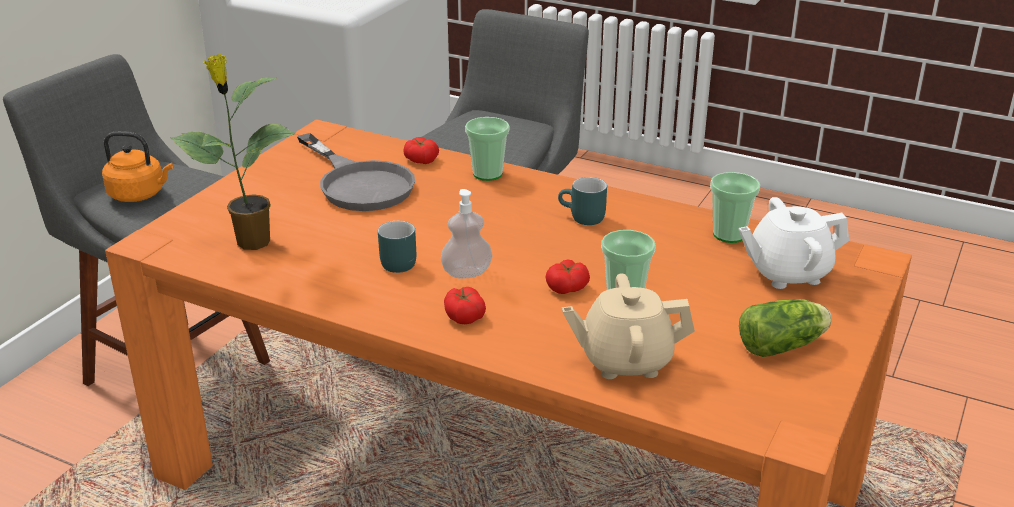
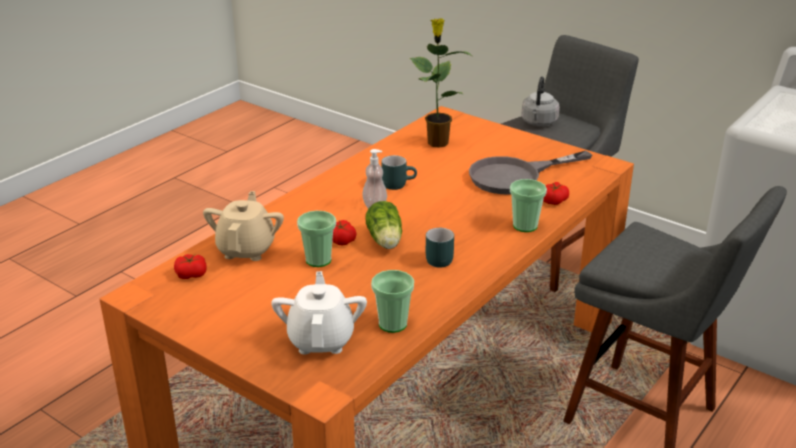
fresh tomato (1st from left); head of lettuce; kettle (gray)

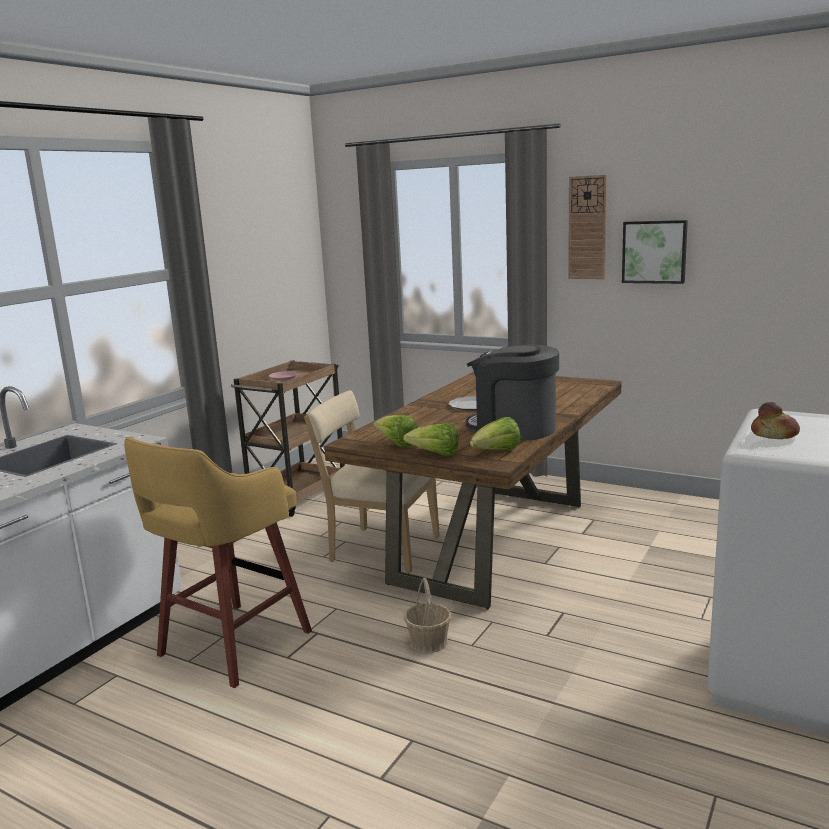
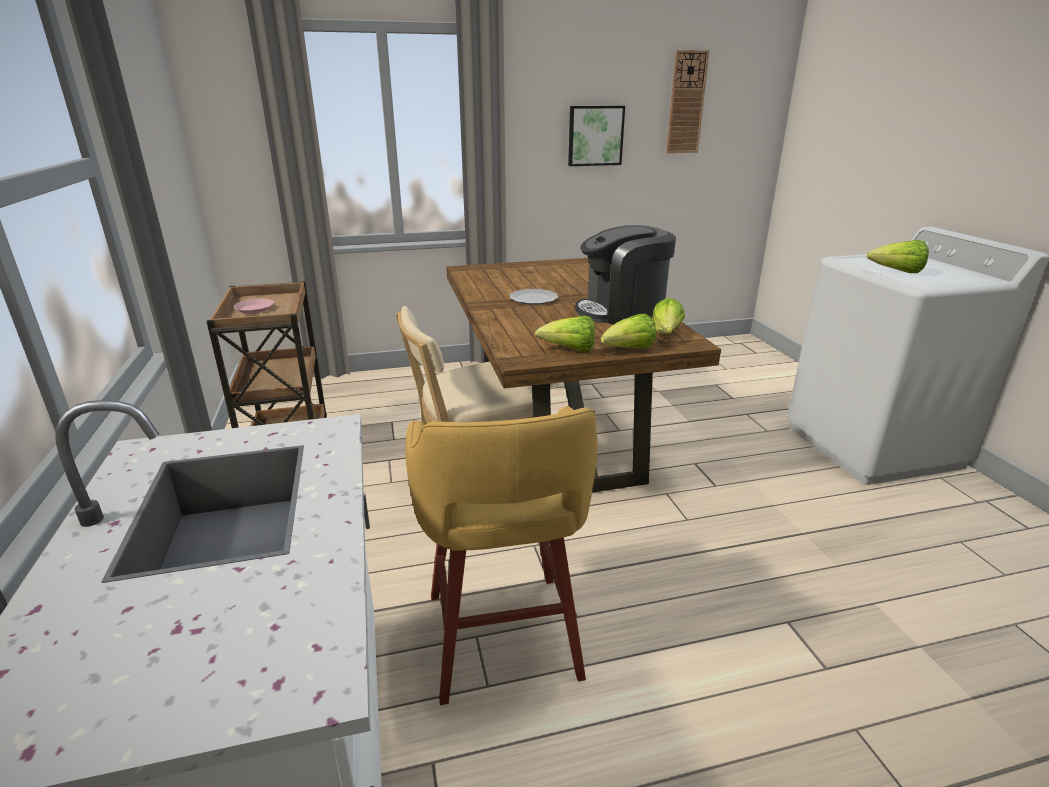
clock on the wall; head of lettuce (4th from left); basket

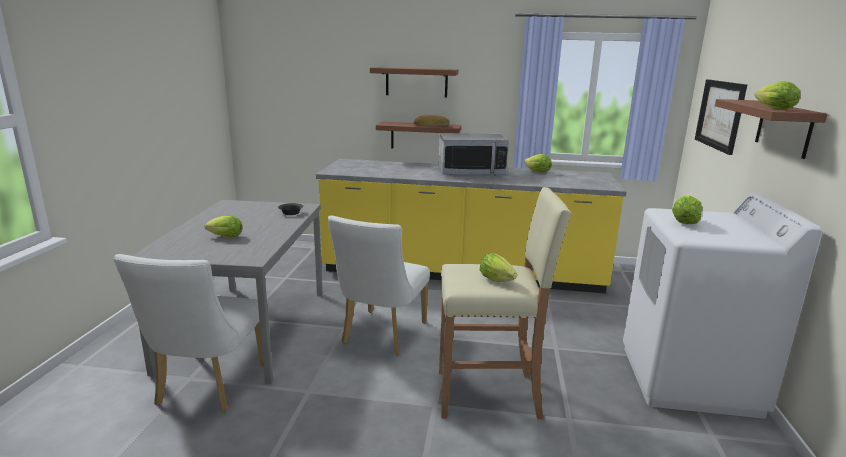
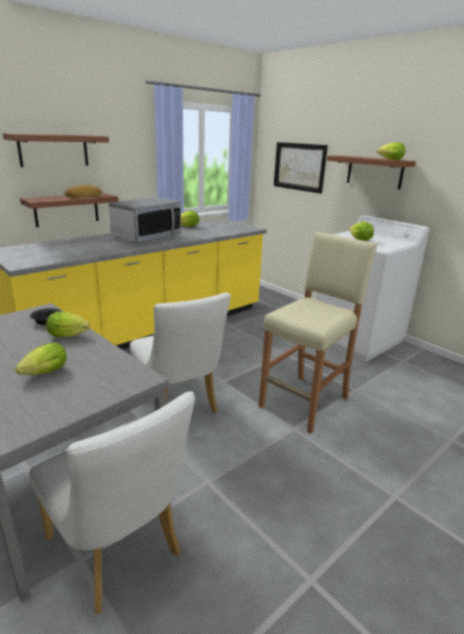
head of lettuce (2nd from left)

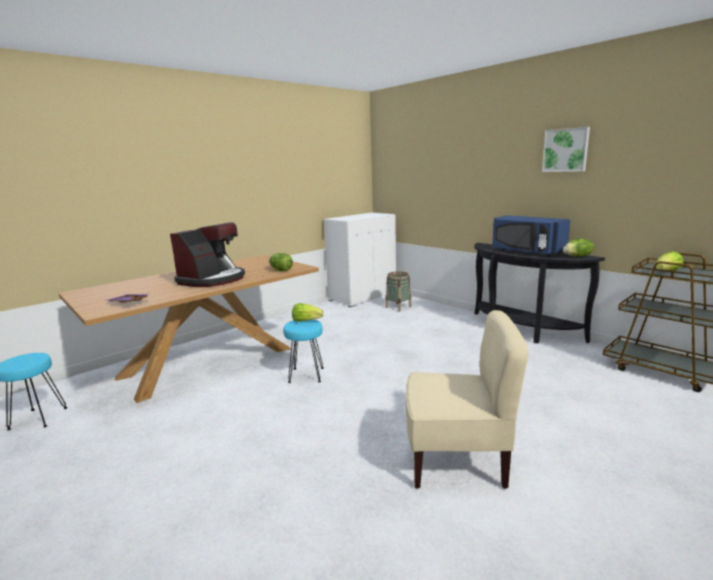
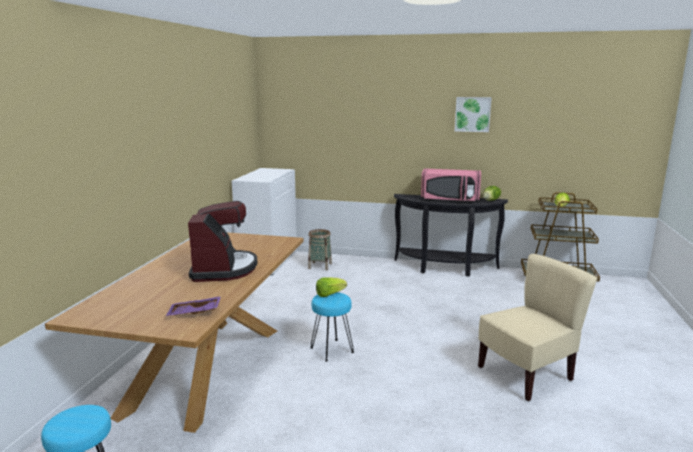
kitchen microwave (pinkish); head of lettuce (1st from left in the first image)

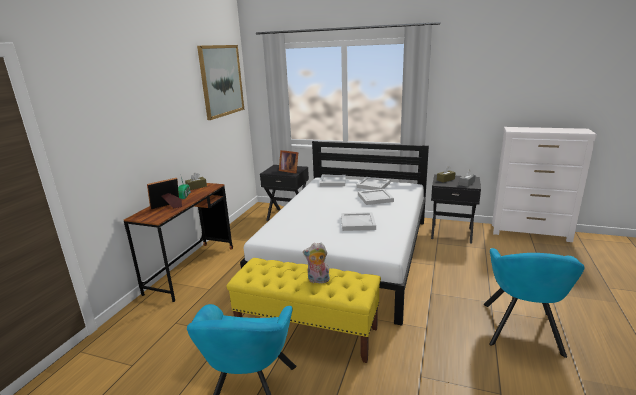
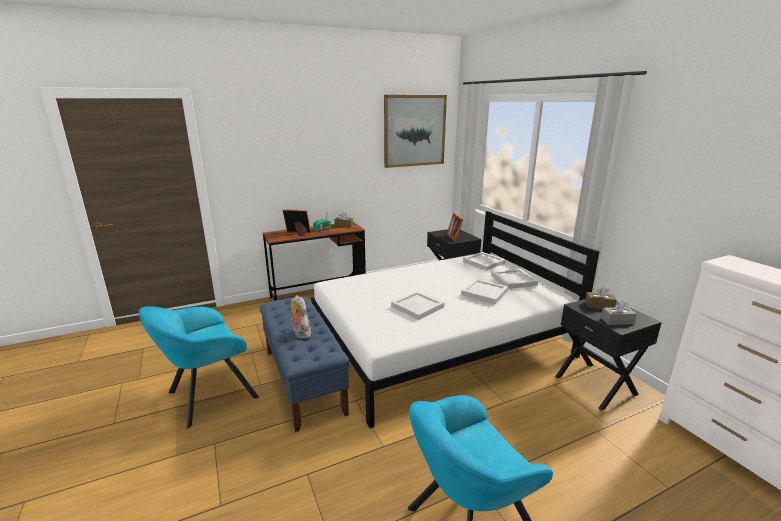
long seat (blue-coloured)

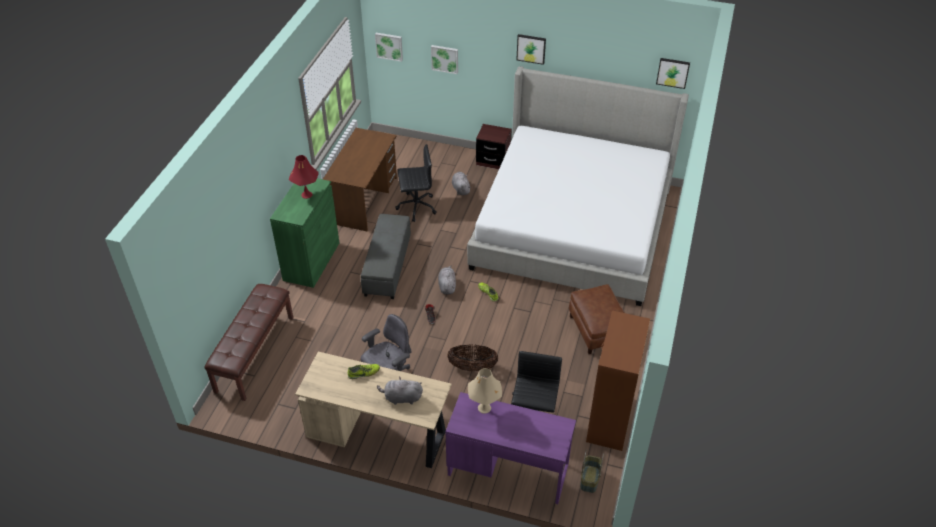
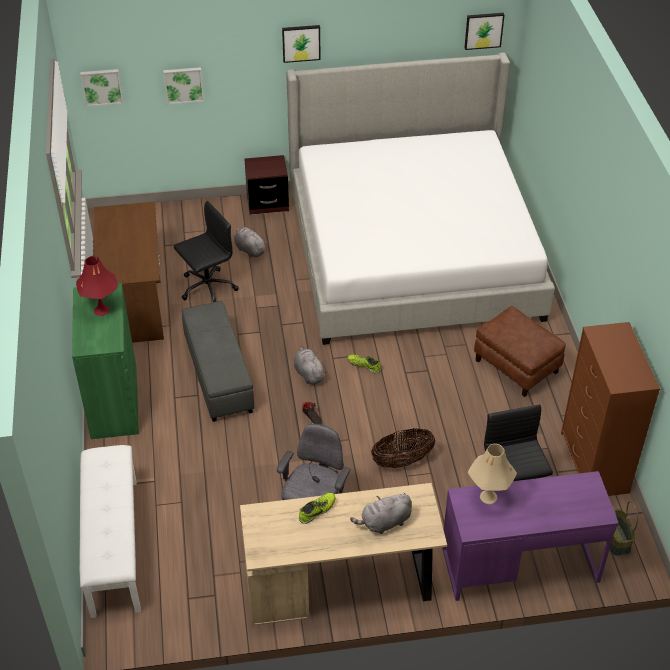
long seat (white)

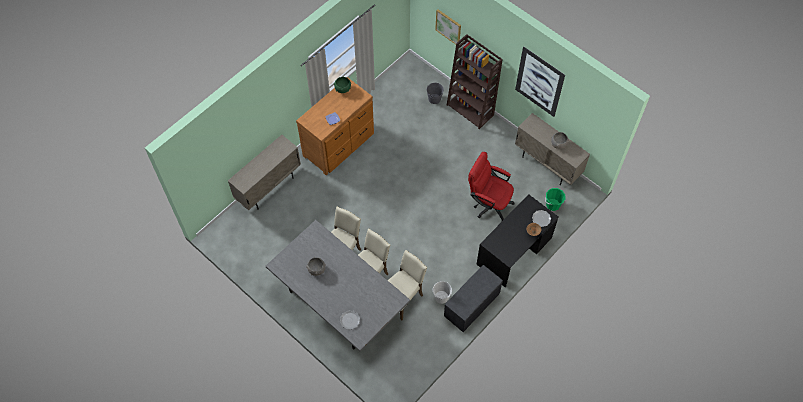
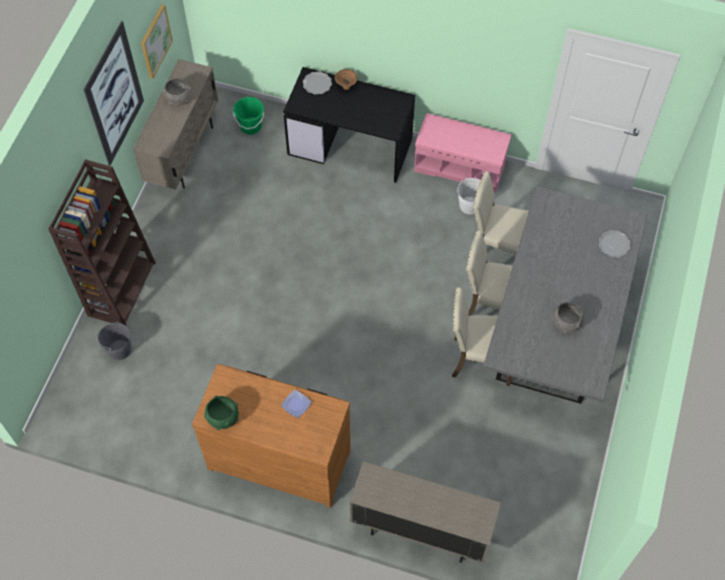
wall picture (2nd from left); long seat (pinkish); office chair (reddish)

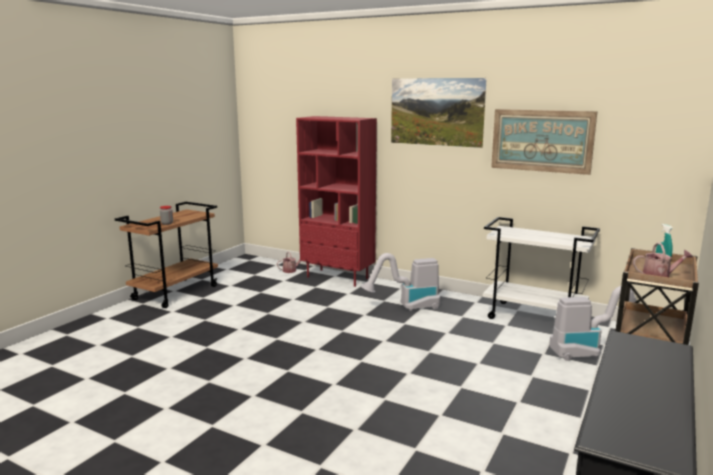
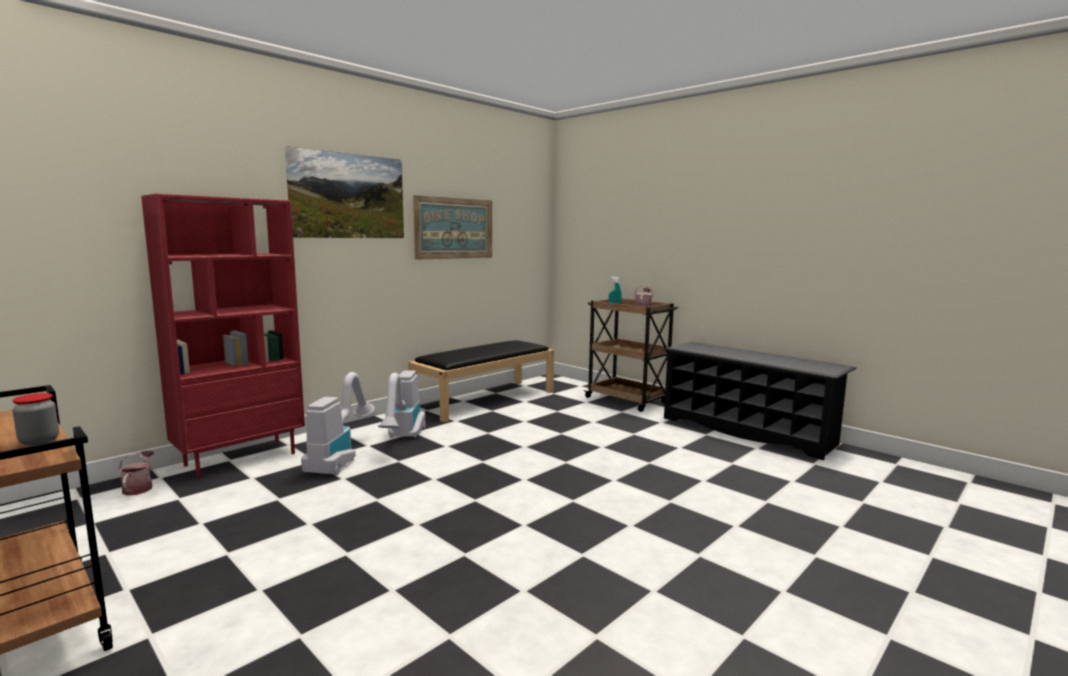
vacuum (1st from left); long seat (black-coloured)

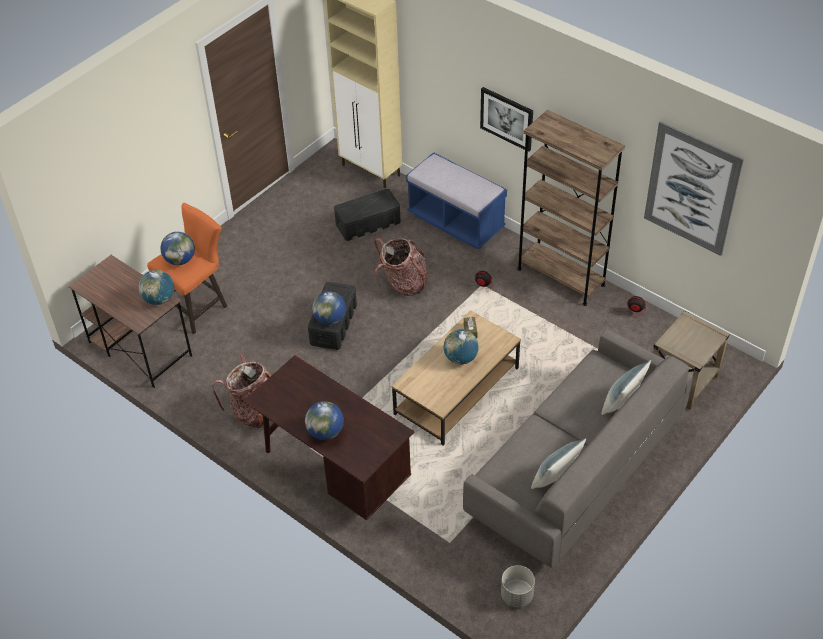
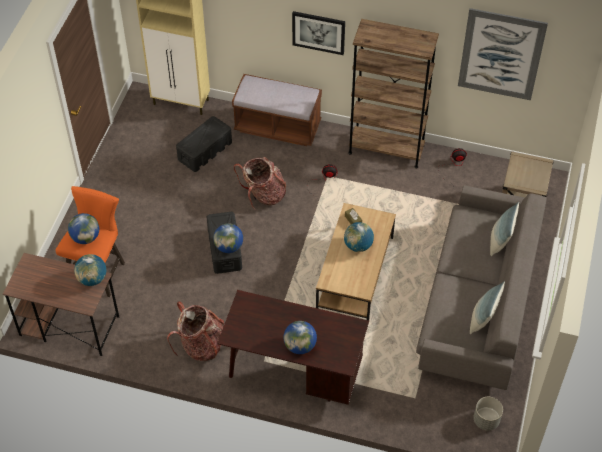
long seat (brown)

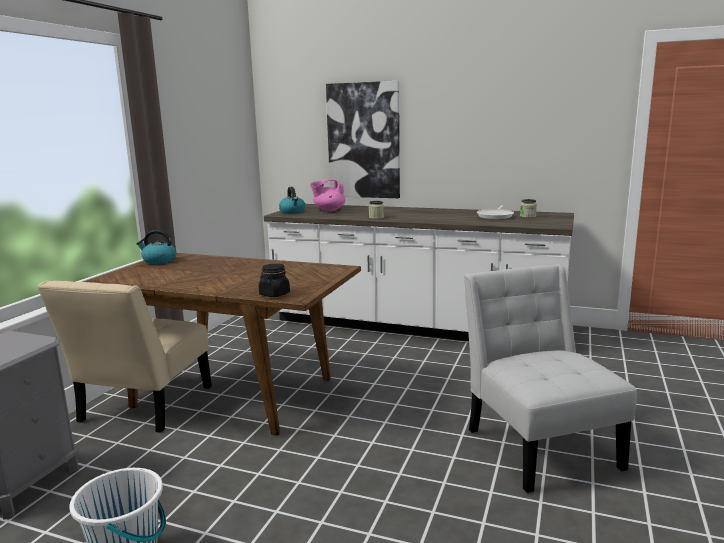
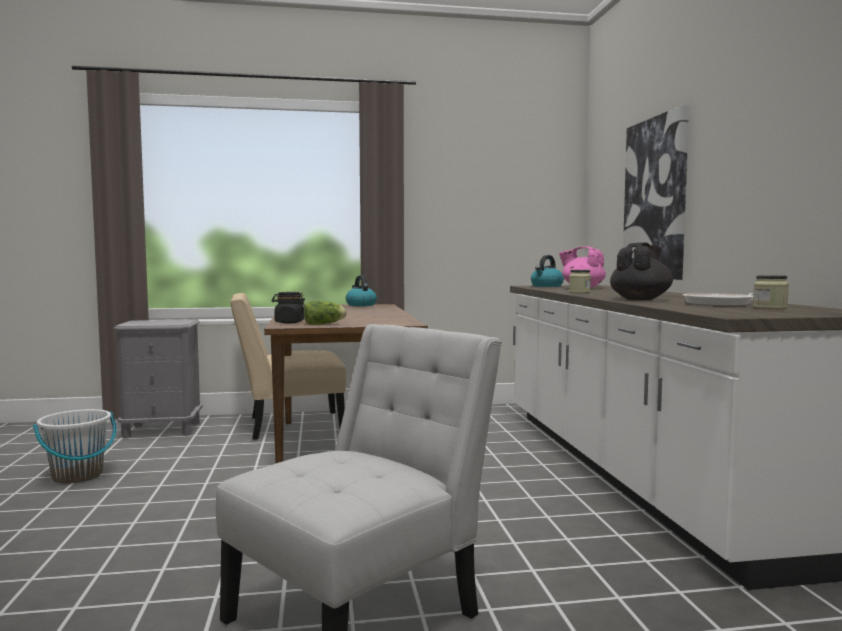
head of lettuce; teapot (black-coloured)

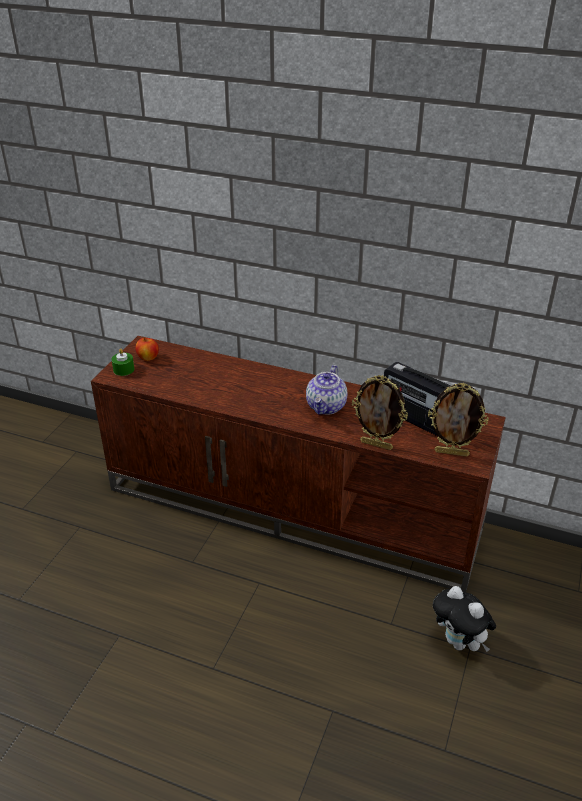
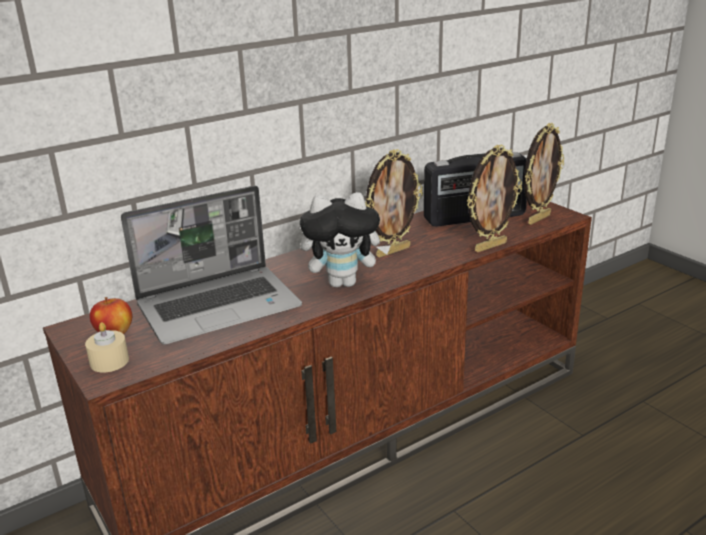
wax light (beige); portable computer; plush toy; standing frame (1st from left)

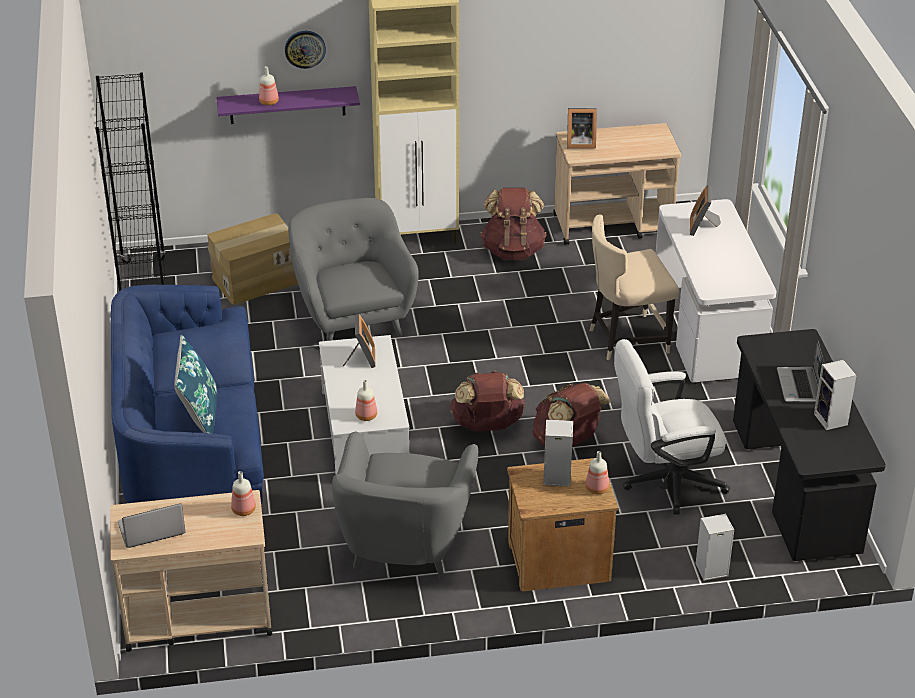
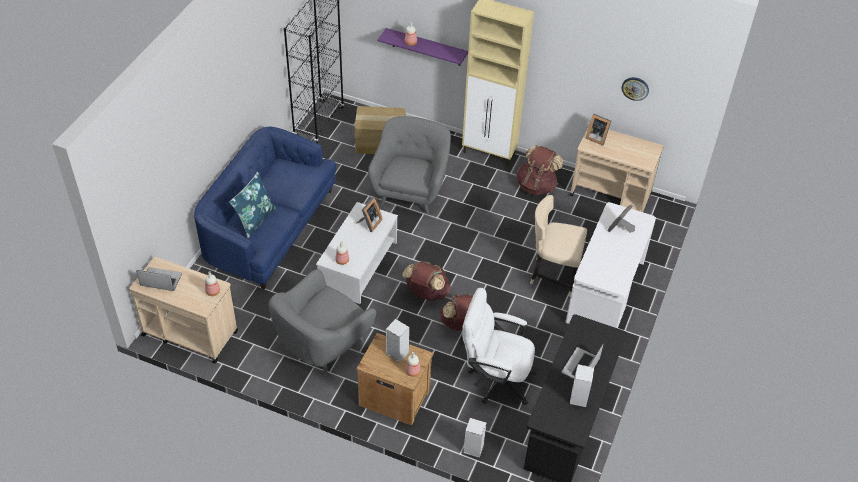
clock on the wall

